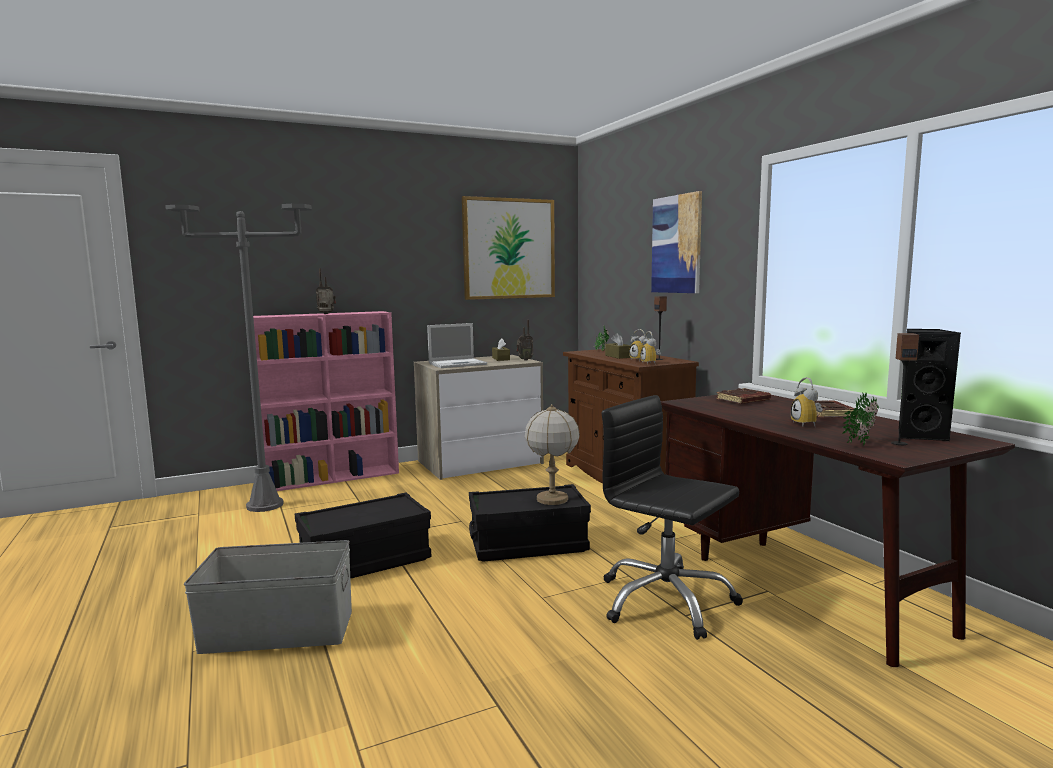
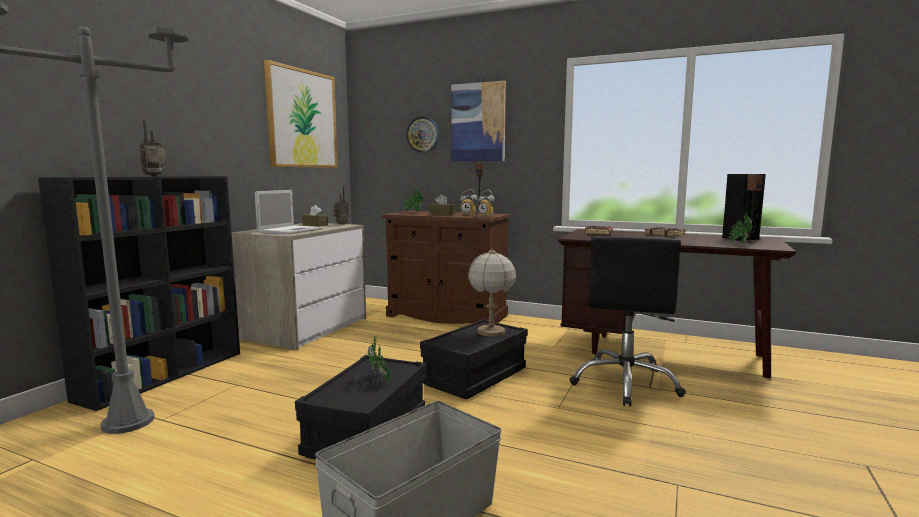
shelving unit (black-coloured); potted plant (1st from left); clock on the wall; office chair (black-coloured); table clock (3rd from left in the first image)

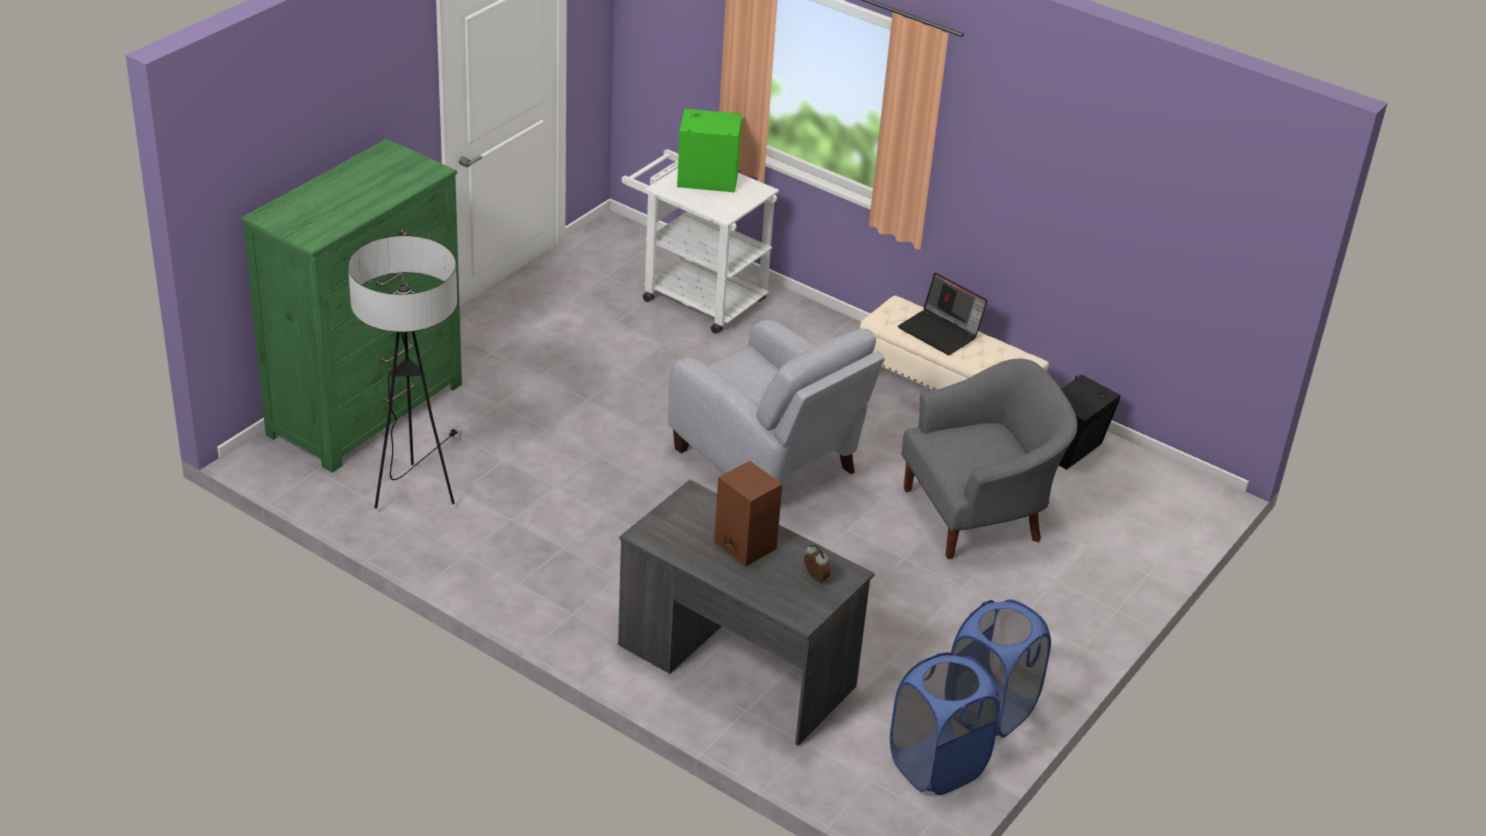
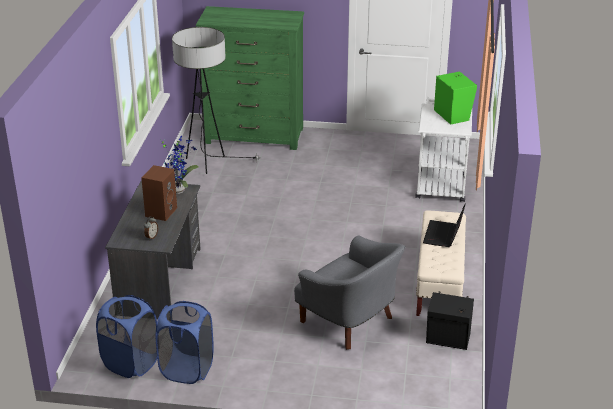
potted plant; lounge chair (gray) (1st from left in the first image)

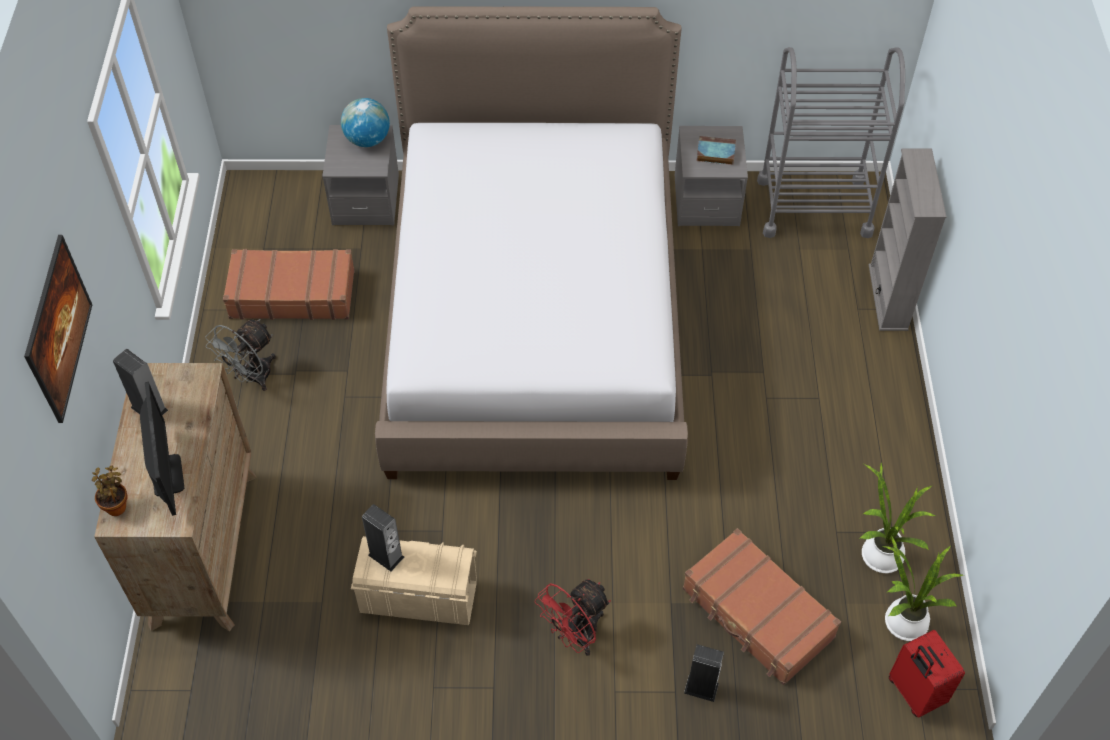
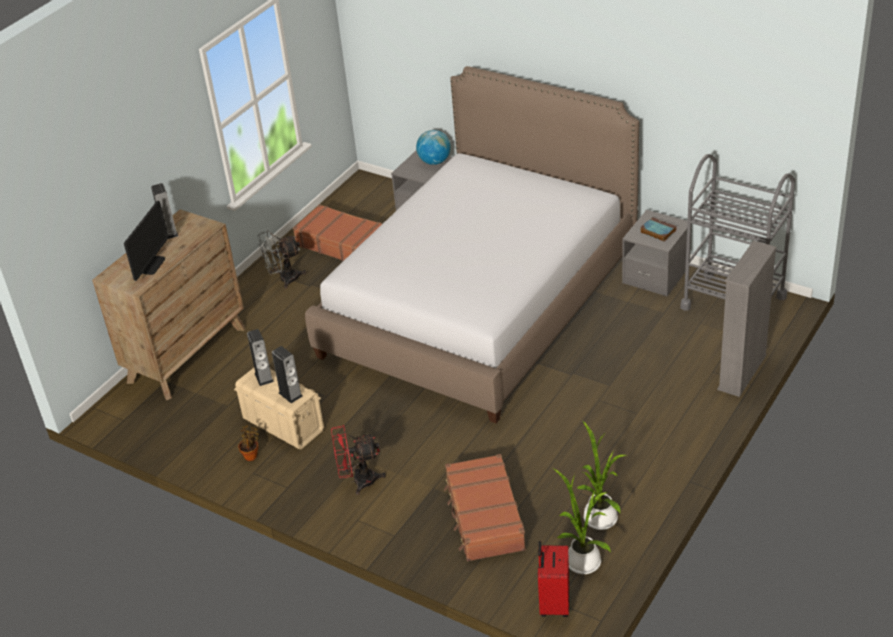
potted plant (1st from left); speaker (3rd from left); wall picture

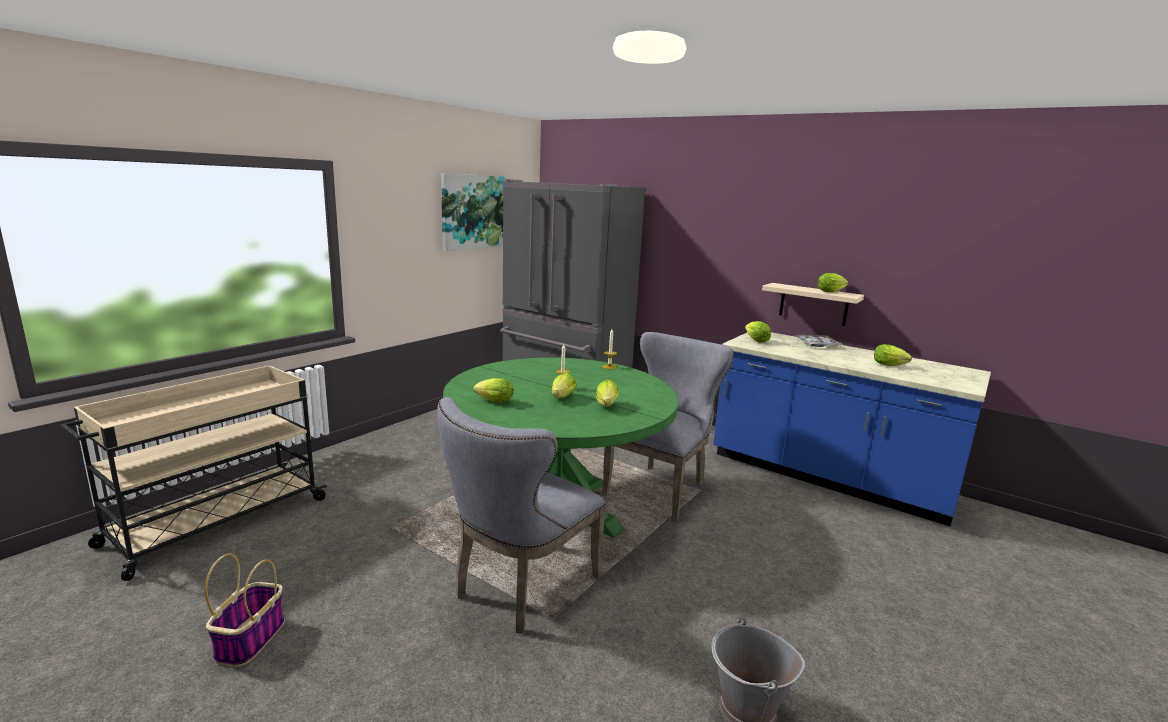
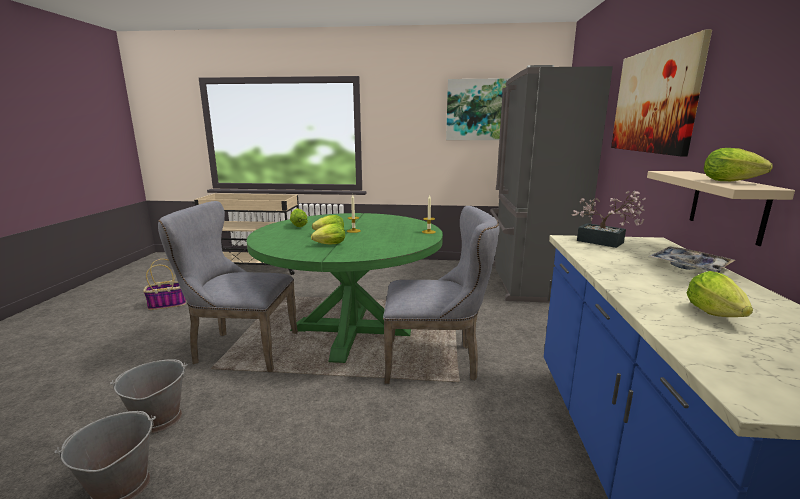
bucket (gray) (2nd from left); potted plant; wall picture (2nd from left)

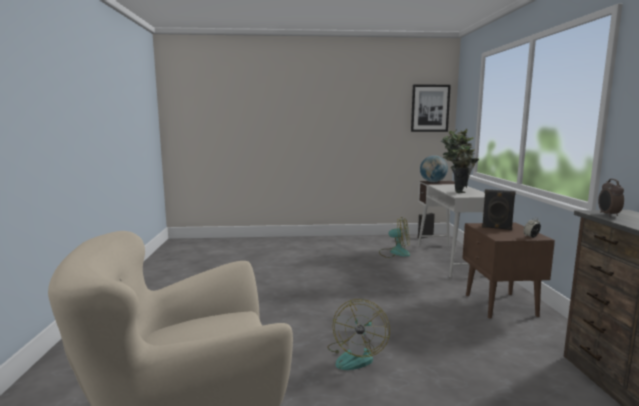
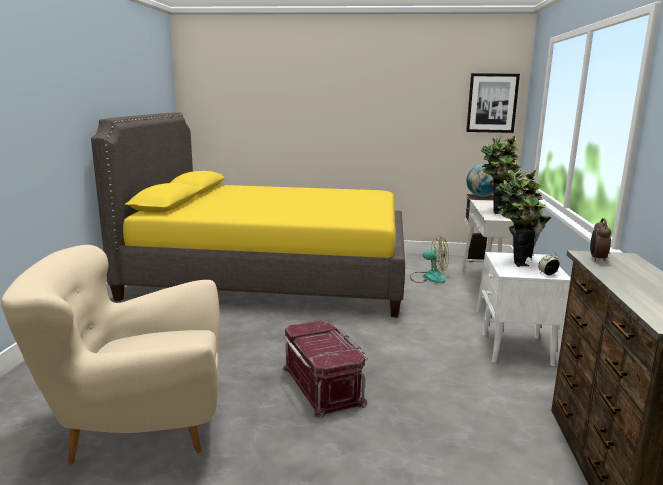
bed (yellowish); storage container (reddish); nightstand (white); potted plant (2nd from left)

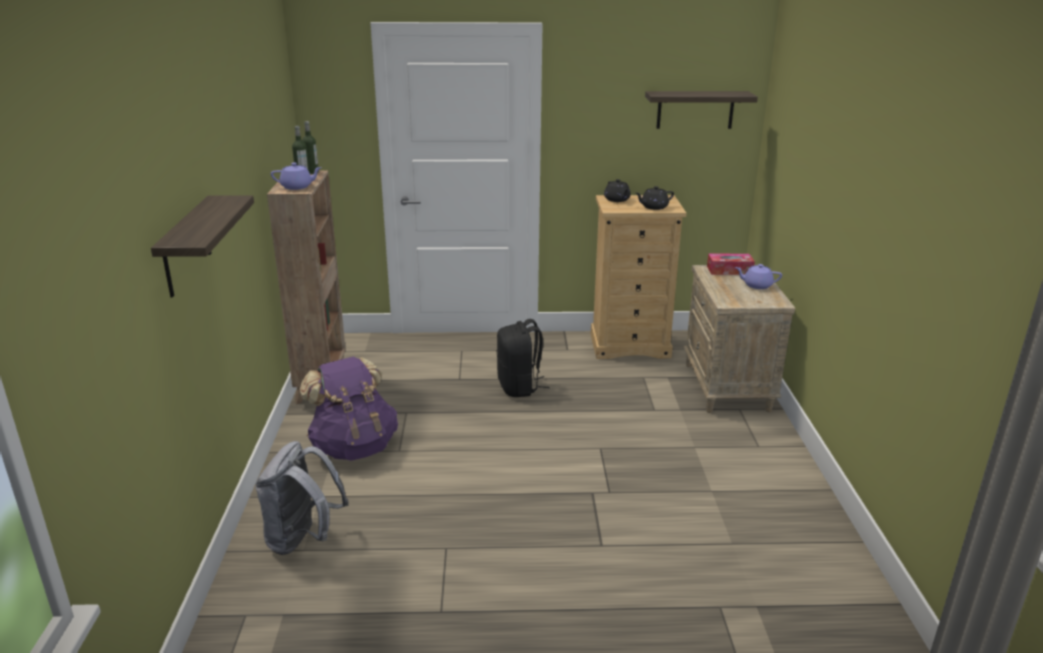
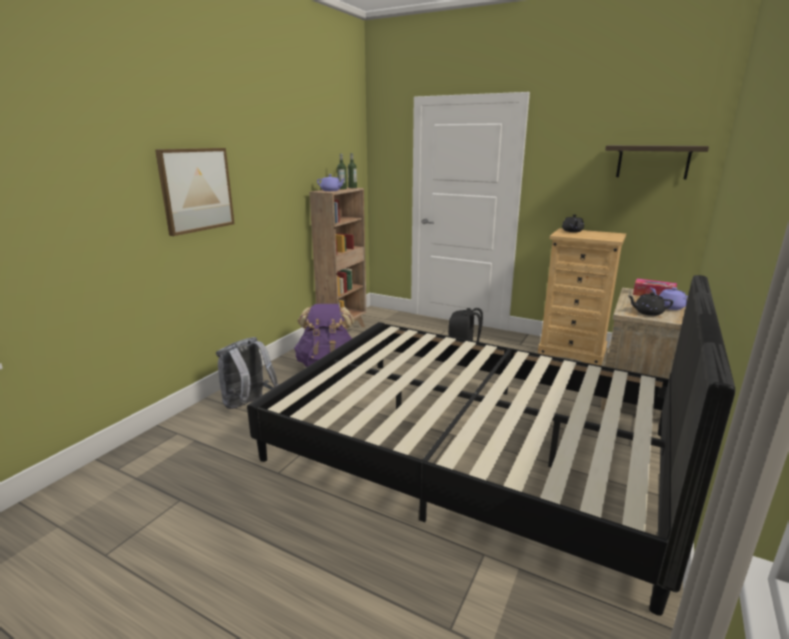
wall picture; bed (black-coloured); teapot (black-coloured) (2nd from left)

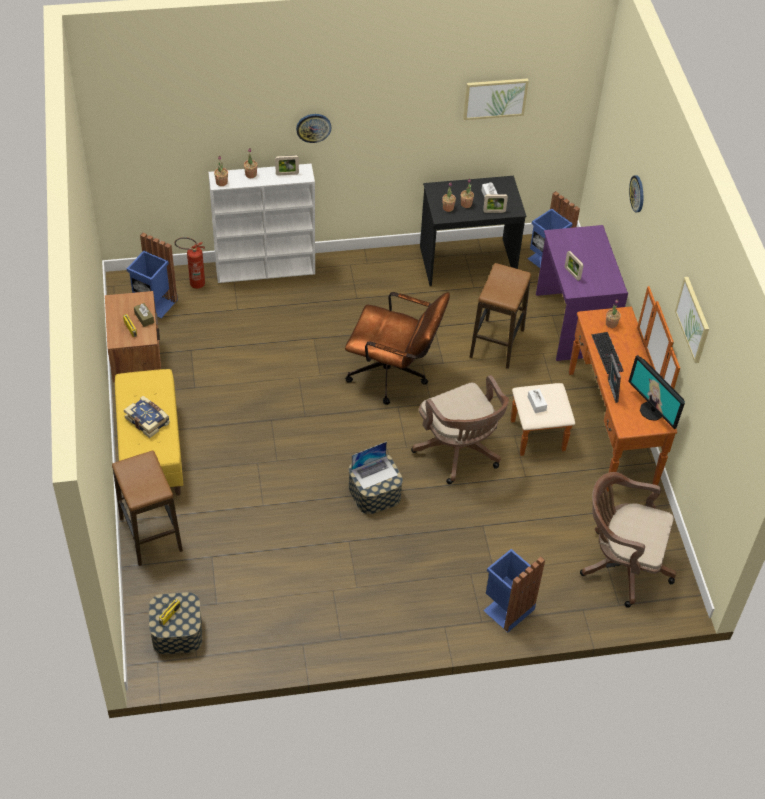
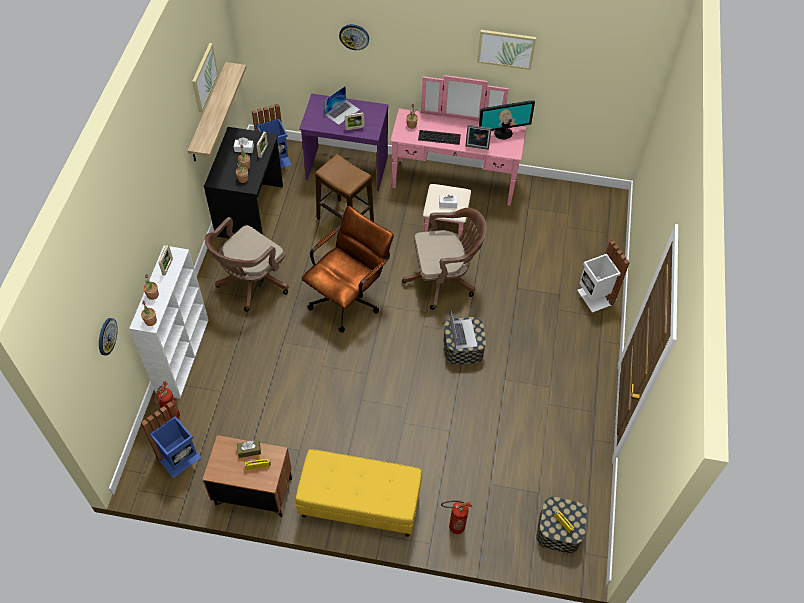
clock on the wall (1st from left); bracket shelf; office chair (brown) (1st from left); portable computer (1st from left); chest of drawers (pinkish); extinguisher (2nd from left); waste bin (white); bound book

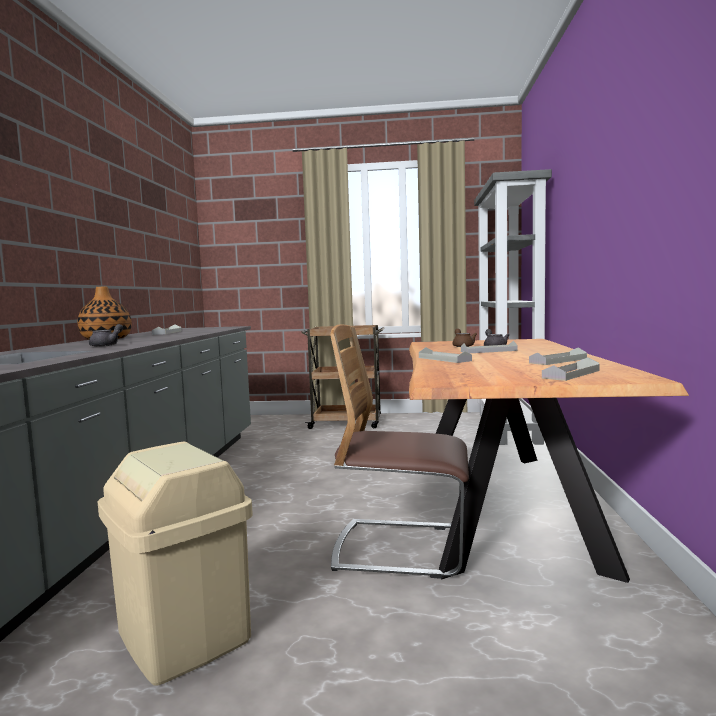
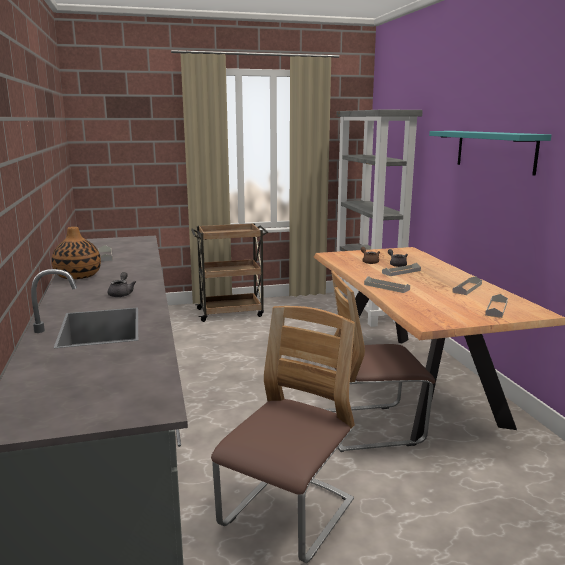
chair (1st from left); bracket shelf (turquoise)

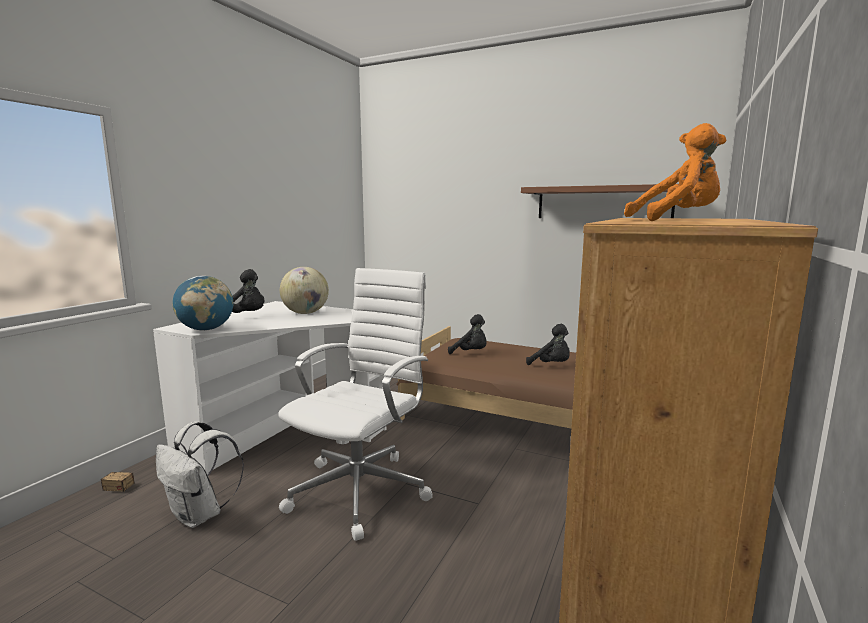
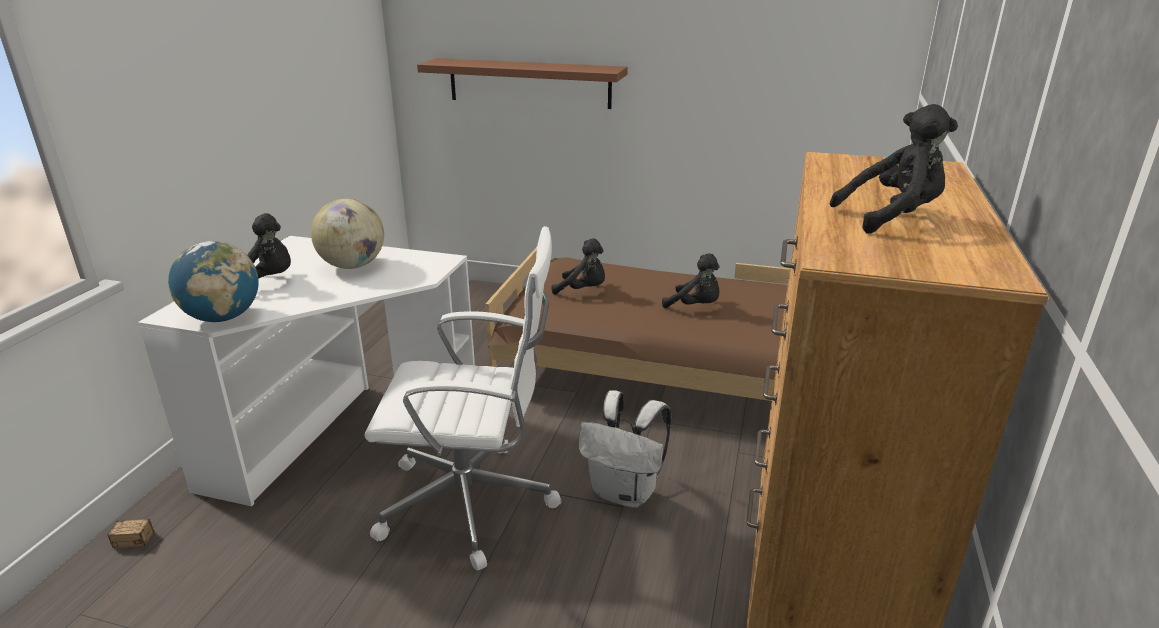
office chair (white); bracket shelf (brown); backpack (white); plush toy (black-coloured) (4th from left)

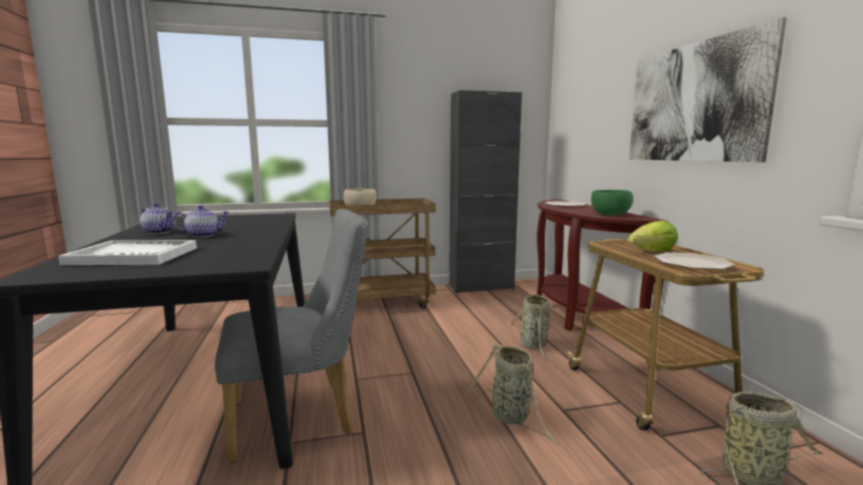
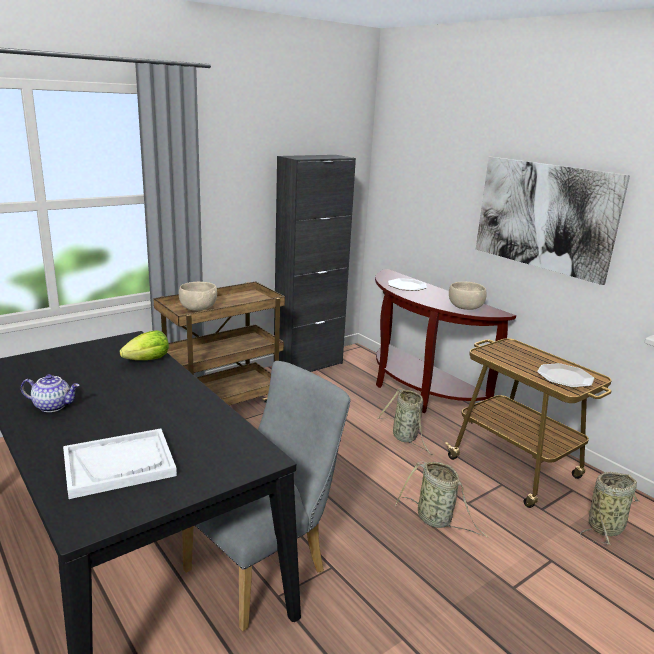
head of lettuce; bowl (beige) (2nd from left); teapot (2nd from left in the first image)

